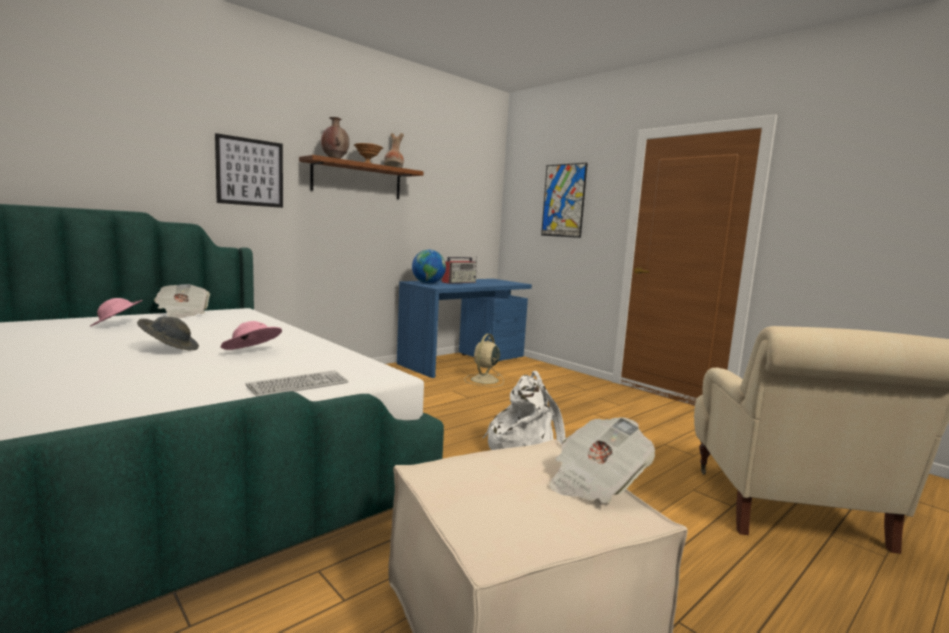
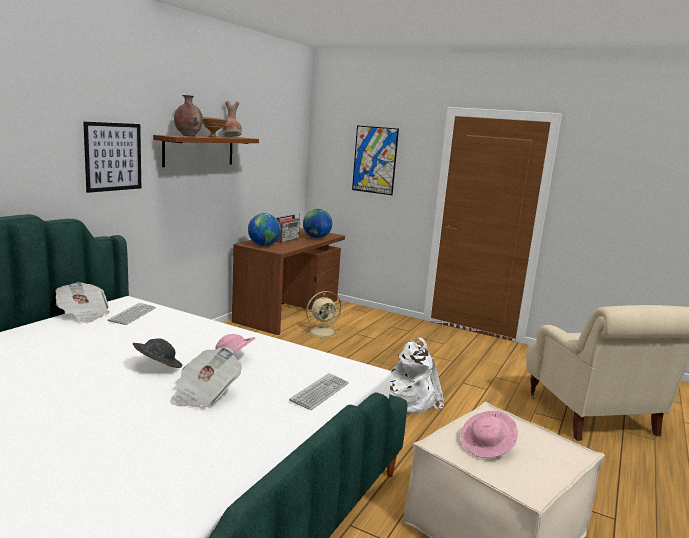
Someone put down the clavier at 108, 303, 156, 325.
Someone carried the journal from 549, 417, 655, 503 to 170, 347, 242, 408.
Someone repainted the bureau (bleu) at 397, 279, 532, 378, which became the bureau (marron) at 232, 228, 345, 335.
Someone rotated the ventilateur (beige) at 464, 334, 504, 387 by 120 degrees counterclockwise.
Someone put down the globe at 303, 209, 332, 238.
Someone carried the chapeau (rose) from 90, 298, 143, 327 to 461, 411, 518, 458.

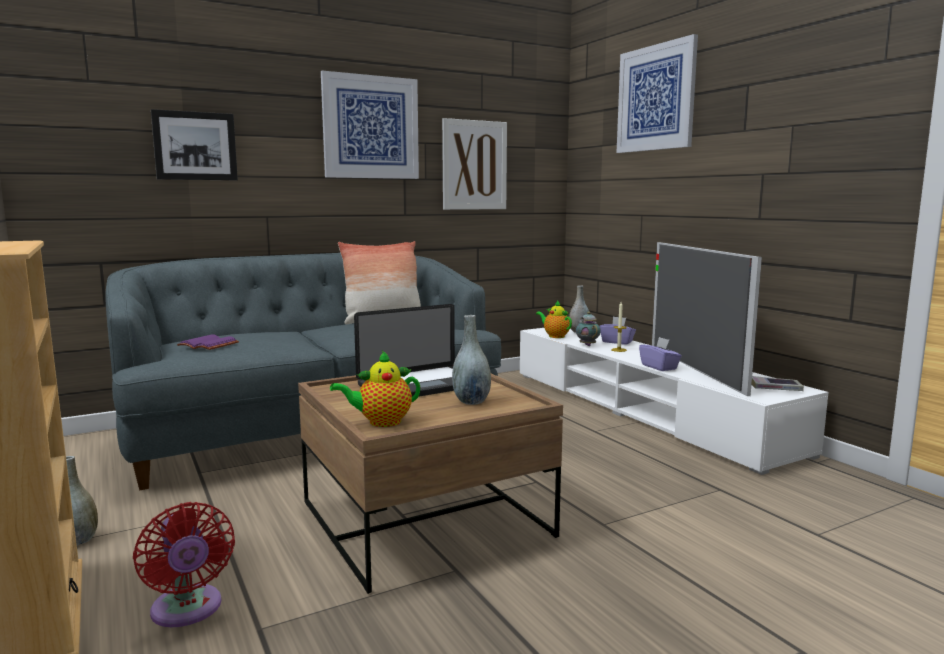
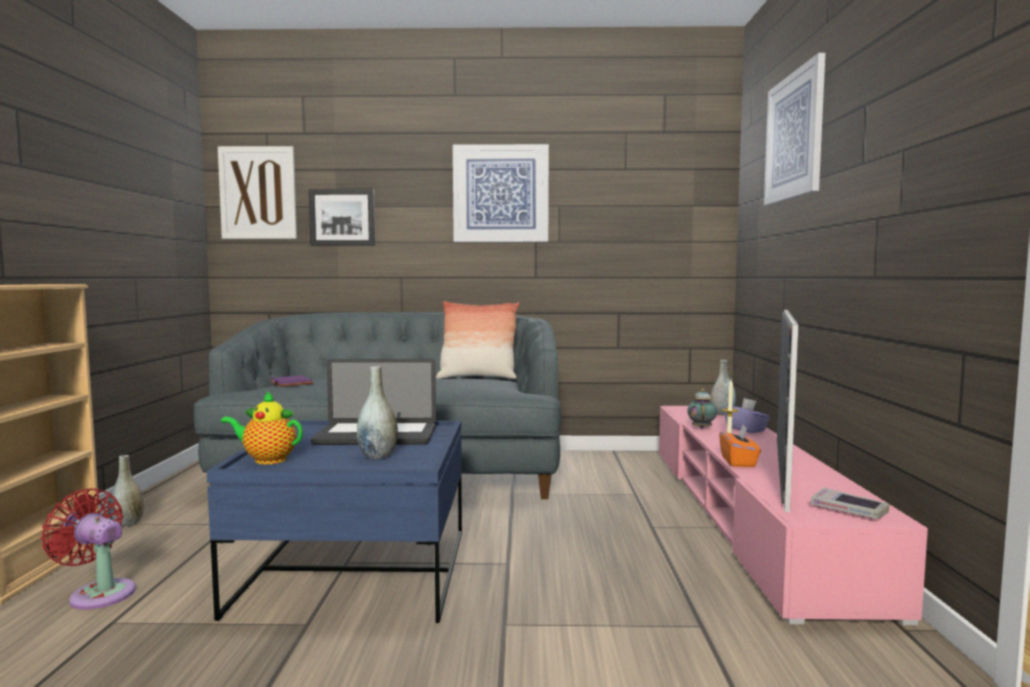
Someone rotated the ventilateur (rouge) at 133, 502, 235, 627 by 120 degrees clockwise.
Someone repainted the table basse (marron) at 298, 370, 563, 594, which became the table basse (bleu) at 207, 420, 462, 623.
Someone carried the tableau from 442, 118, 507, 210 to 218, 146, 297, 239.
Someone repainted the meuble télé (blanc) at 520, 328, 828, 475, which became the meuble télé (rose) at 659, 406, 928, 625.
Someone repainted the boîte à mouchoirs (violet) at 639, 337, 682, 371, which became the boîte à mouchoirs (orange) at 719, 425, 761, 467.
Someone took away the théière at 536, 300, 572, 338.

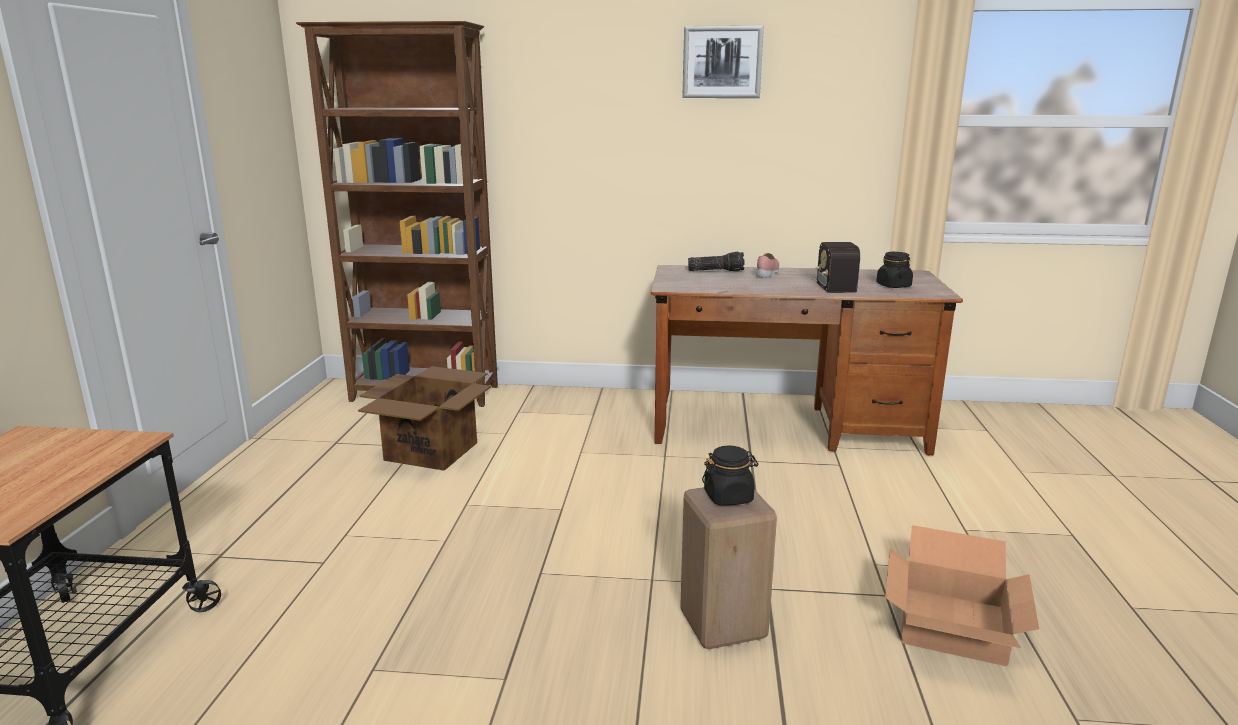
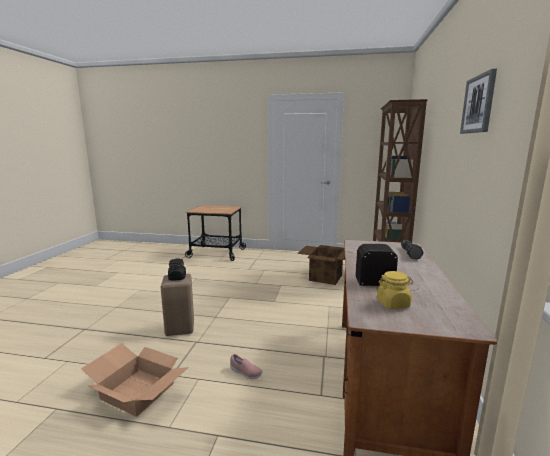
Someone carried the chaussure (rose) from 756, 253, 779, 278 to 230, 354, 263, 379.
Someone repainted the bocal (noir) at 876, 252, 913, 288, which became the bocal (jaune) at 377, 271, 413, 309.

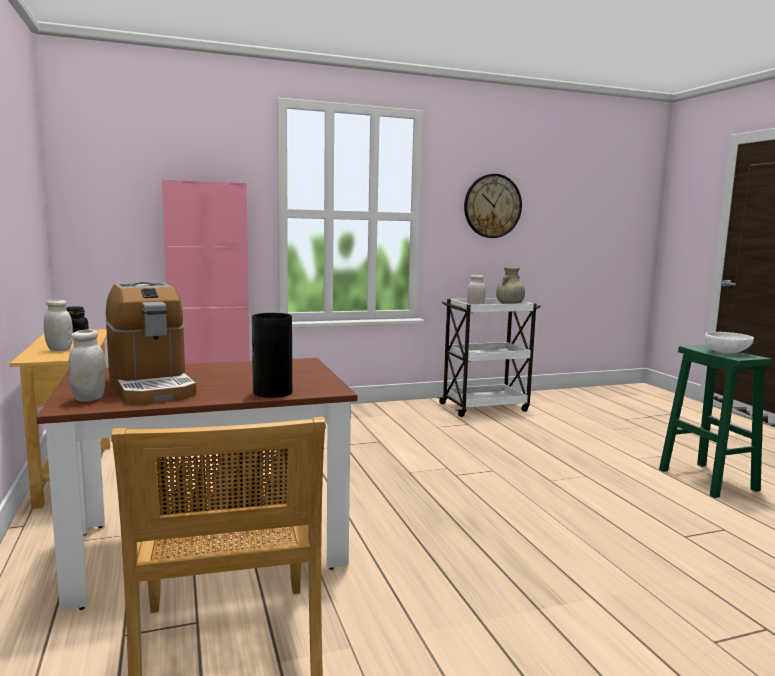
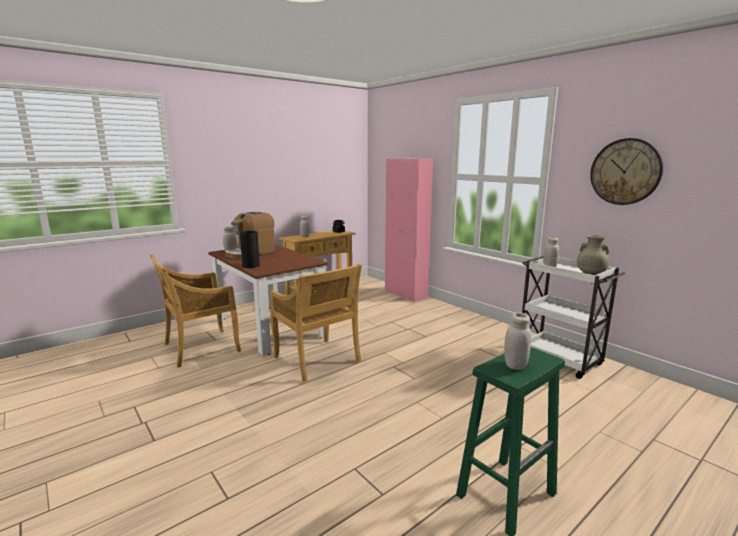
Someone put down the chaise (beige) at 270, 264, 362, 382.
Someone swapped the bol (blanc) at 705, 332, 754, 354 for the bocal (blanc) at 504, 313, 531, 370.

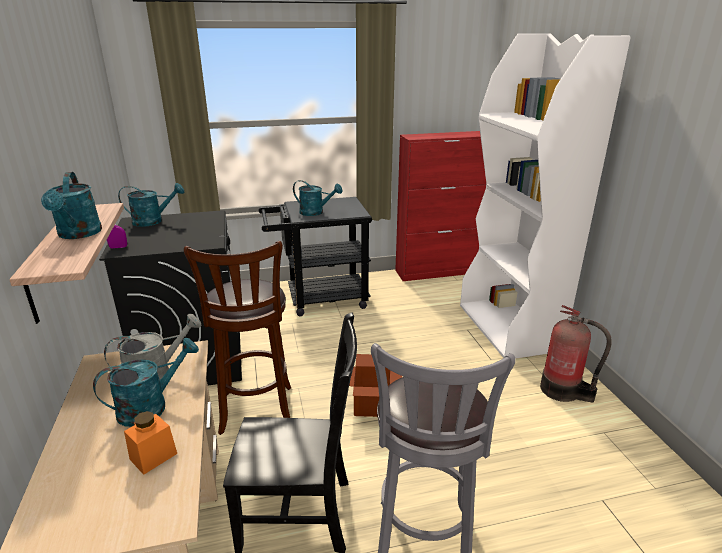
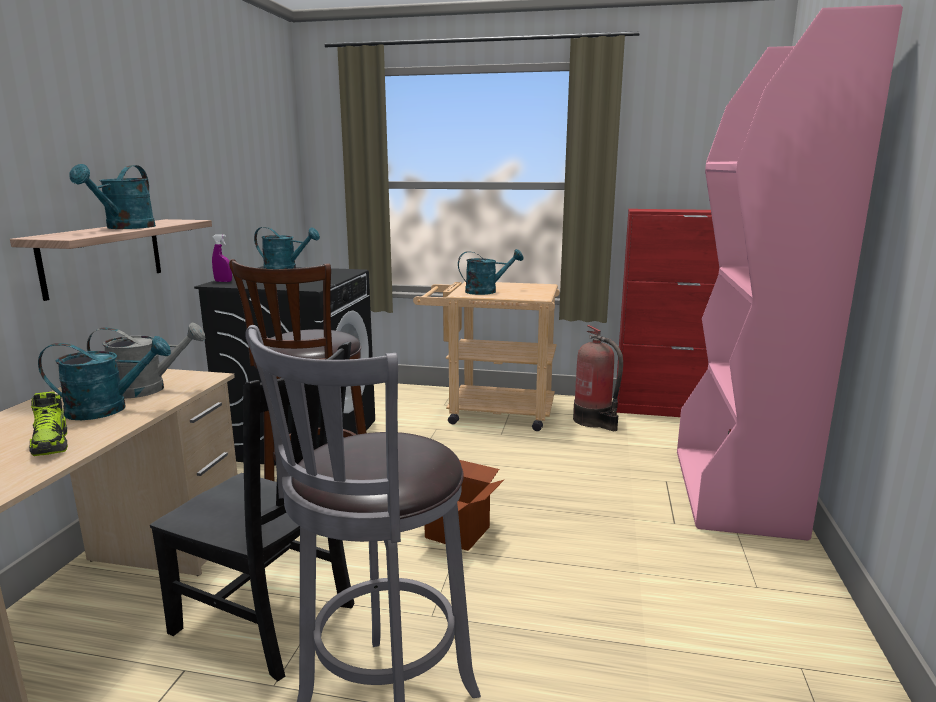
Someone swapped the bocal (orange) at 124, 411, 177, 475 for the chaussure at 29, 392, 68, 456.
Someone repainted the chariot (noir) at 259, 197, 372, 316, which became the chariot (beige) at 413, 282, 560, 431.
Someone rotated the arrosoir (turquoise) at 293, 180, 343, 216 by 60 degrees counterclockwise.
Someone carried the extincteur from 540, 305, 612, 402 to 573, 325, 623, 431.
Someone repainted the bibliothèque (blanc) at 460, 33, 631, 359, which became the bibliothèque (rose) at 677, 4, 903, 540.

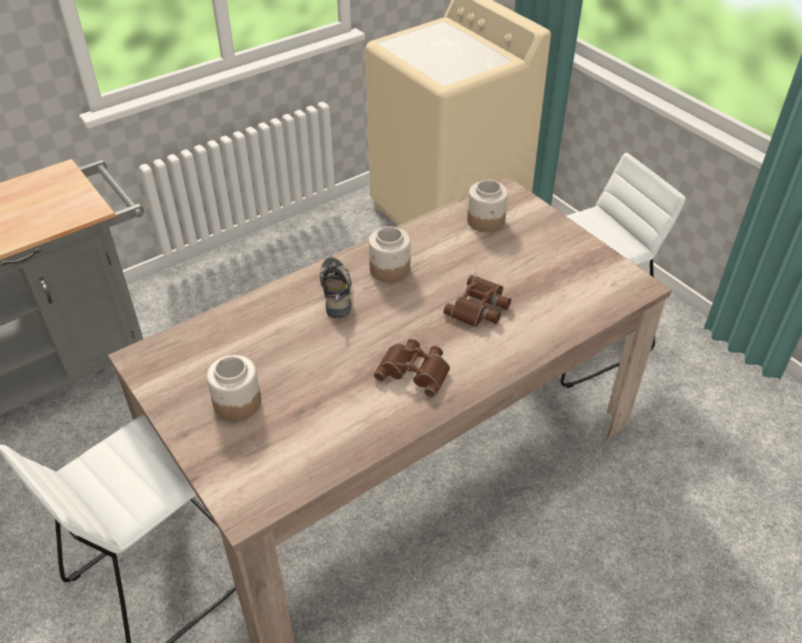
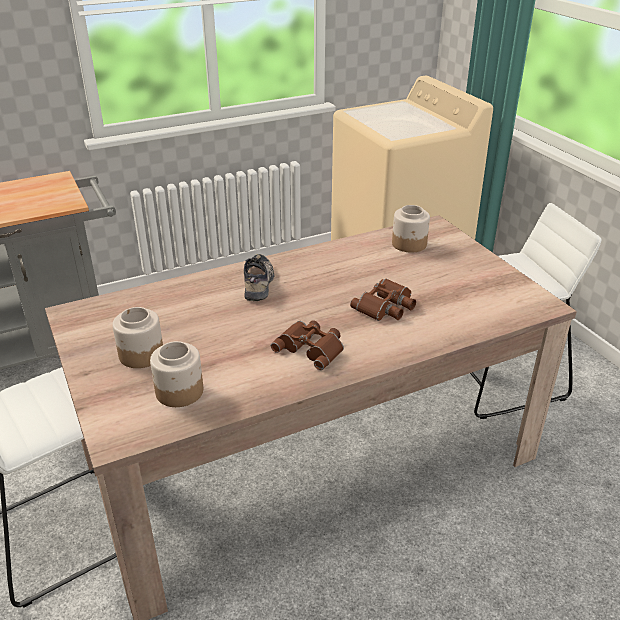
Someone carried the bocal from 369, 226, 411, 283 to 150, 341, 203, 407.

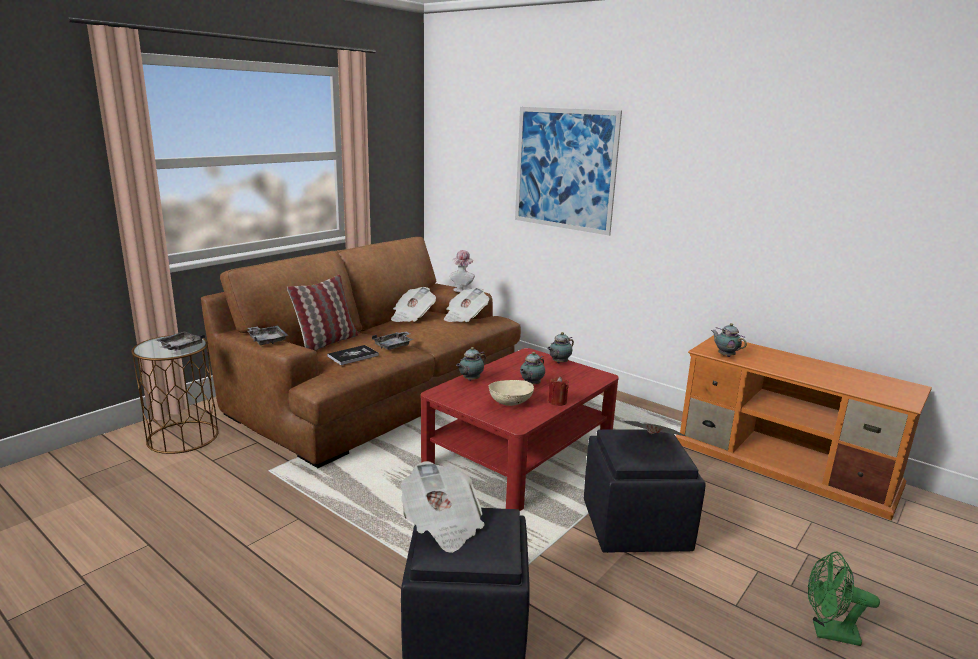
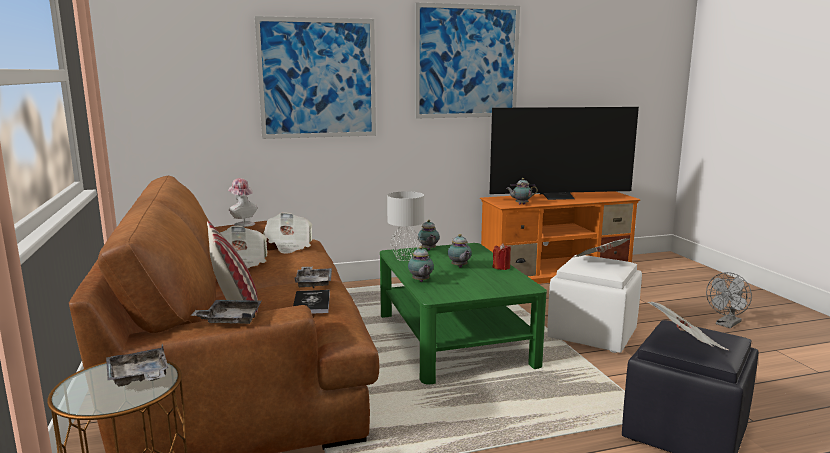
Someone repainted the table basse (rouge) at 421, 348, 619, 511, which became the table basse (vert) at 380, 243, 547, 384.
Someone put down the lampe de table (gris) at 387, 191, 424, 261.
Someone put up the tableau at 415, 2, 520, 119.
Someone put down the téléviseur at 490, 107, 639, 200.
Someone repainted the pouf (noir) at 584, 429, 706, 553, which became the pouf (blanc) at 547, 255, 642, 353.
Someone repainted the ventilateur (vert) at 808, 552, 880, 646, which became the ventilateur (gris) at 706, 272, 752, 328.
Someone took away the bol (beige) at 489, 380, 534, 406.

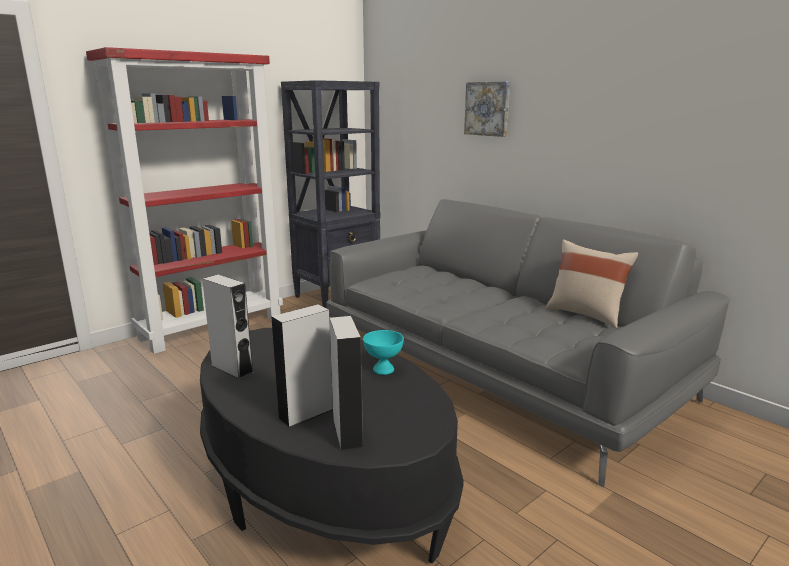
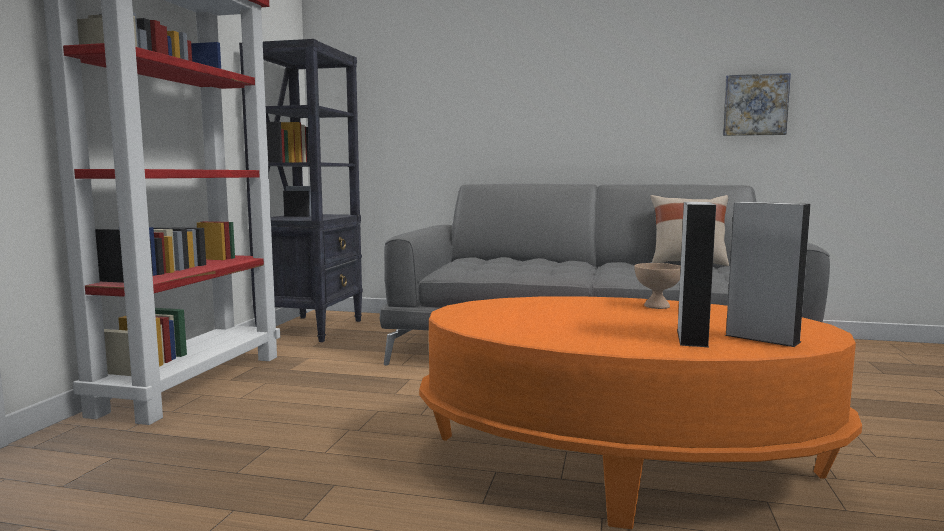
Someone repainted the table basse (noir) at 200, 328, 464, 563, which became the table basse (orange) at 419, 296, 862, 529.
Someone repainted the bol (turquoise) at 363, 330, 404, 375, which became the bol (beige) at 634, 263, 681, 309.
Someone carried the tableau from 464, 82, 510, 137 to 723, 73, 791, 136.
Someone took away the enceinte (gris) at 202, 274, 254, 379.

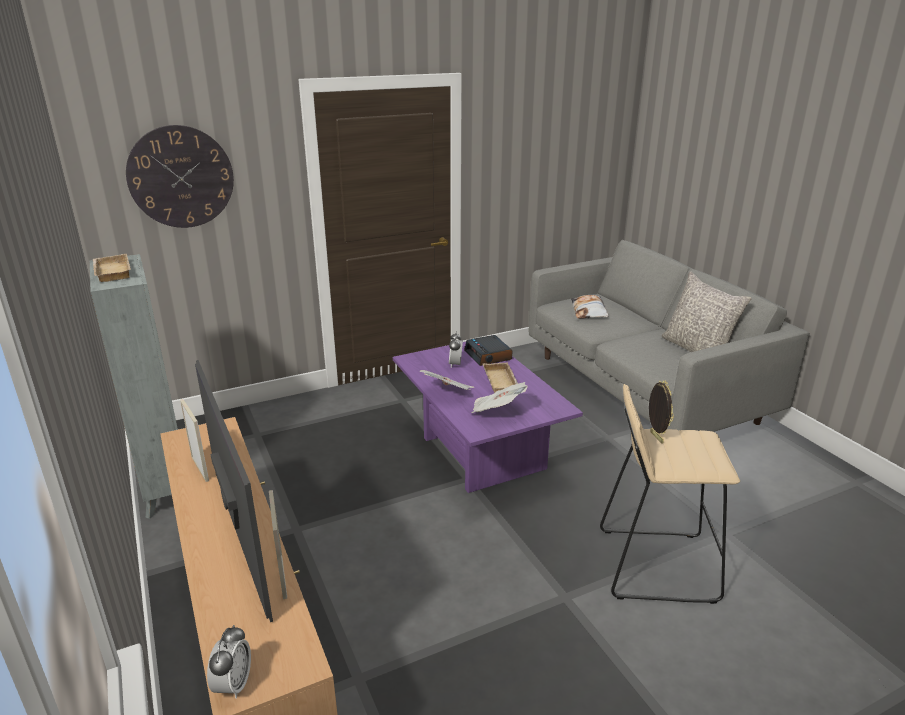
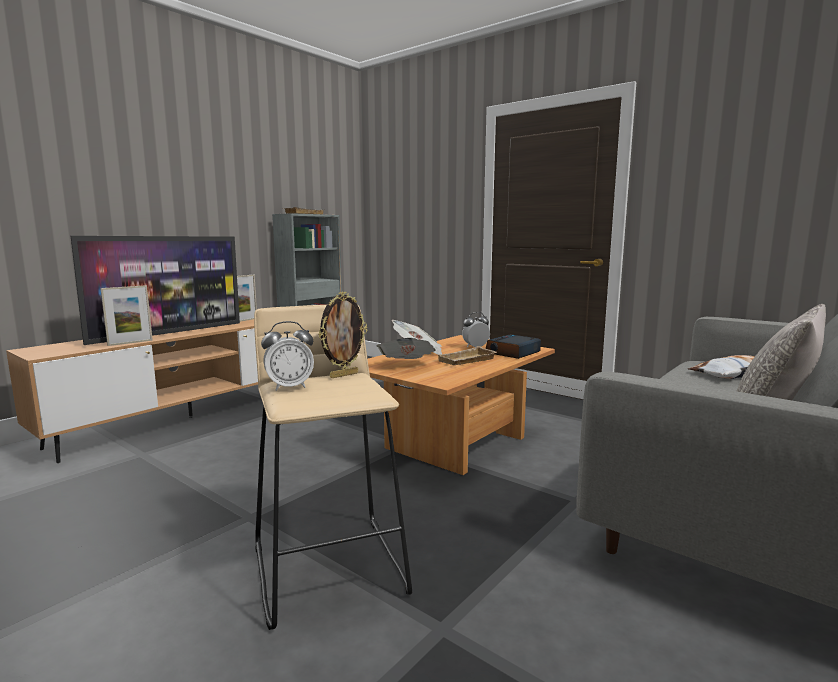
Someone carried the réveil from 207, 625, 251, 699 to 261, 321, 314, 391.
Someone repainted the table basse (violet) at 393, 342, 583, 493, which became the table basse (marron) at 368, 335, 555, 475.
Someone took away the horloge murale at 126, 125, 234, 228.

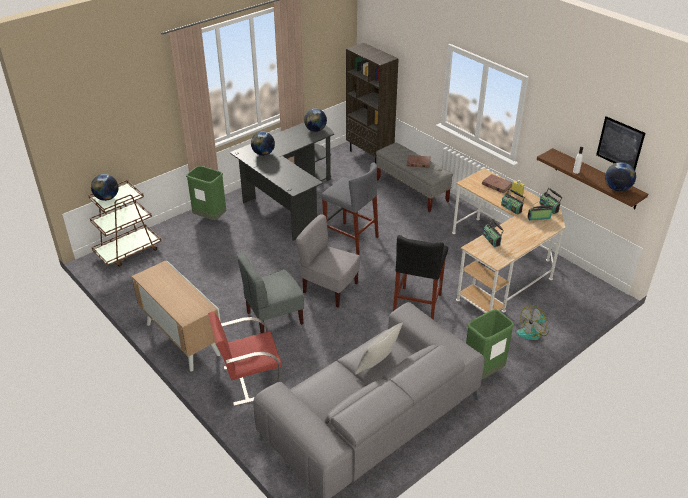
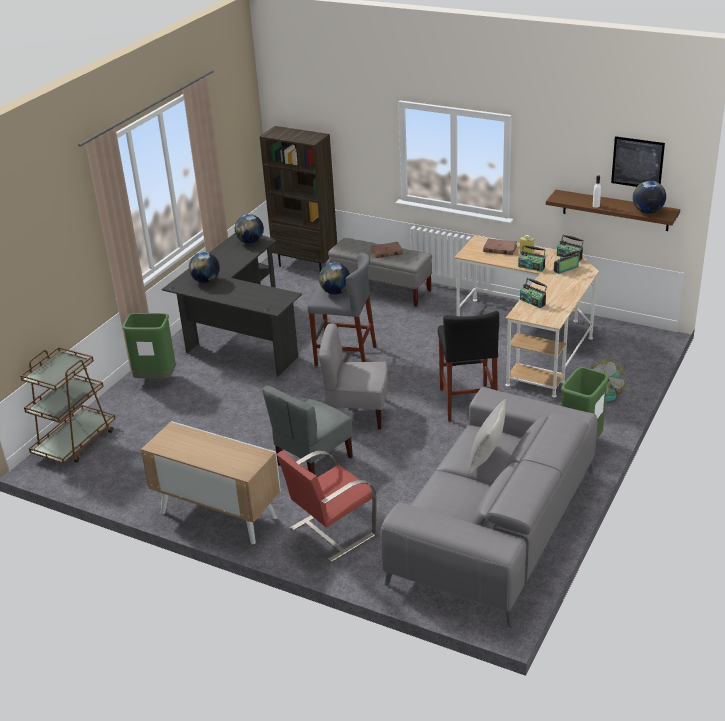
Someone carried the globe from 91, 174, 119, 201 to 319, 263, 350, 295.

